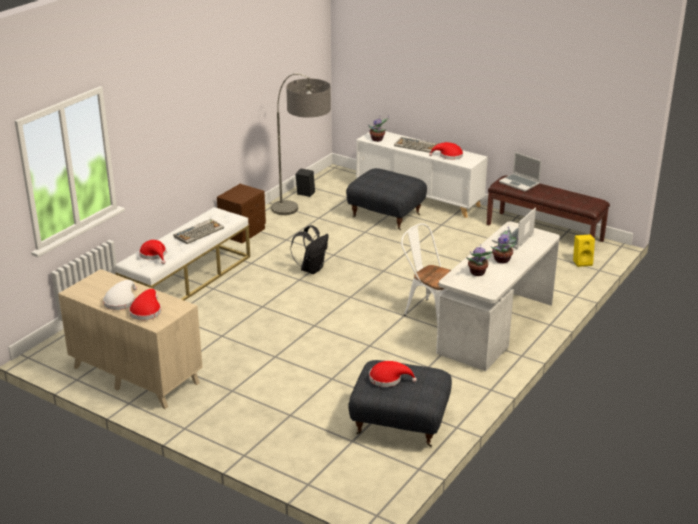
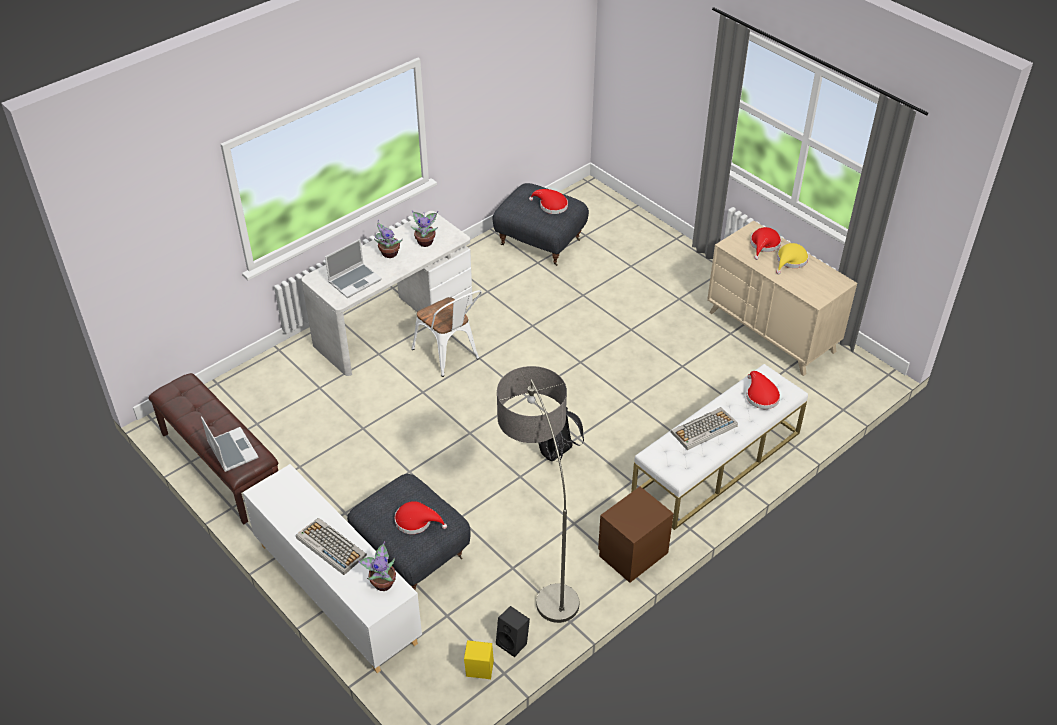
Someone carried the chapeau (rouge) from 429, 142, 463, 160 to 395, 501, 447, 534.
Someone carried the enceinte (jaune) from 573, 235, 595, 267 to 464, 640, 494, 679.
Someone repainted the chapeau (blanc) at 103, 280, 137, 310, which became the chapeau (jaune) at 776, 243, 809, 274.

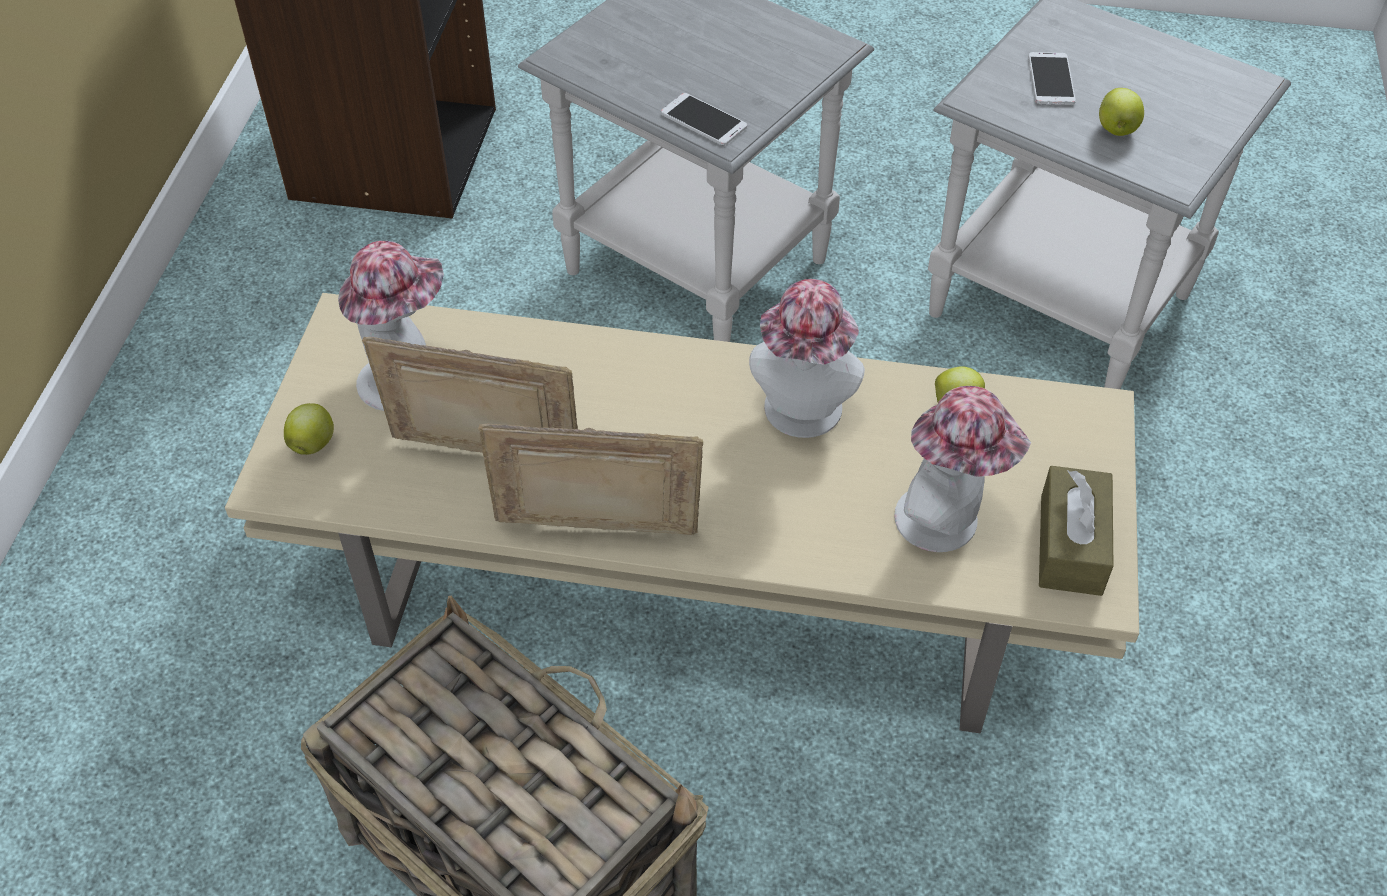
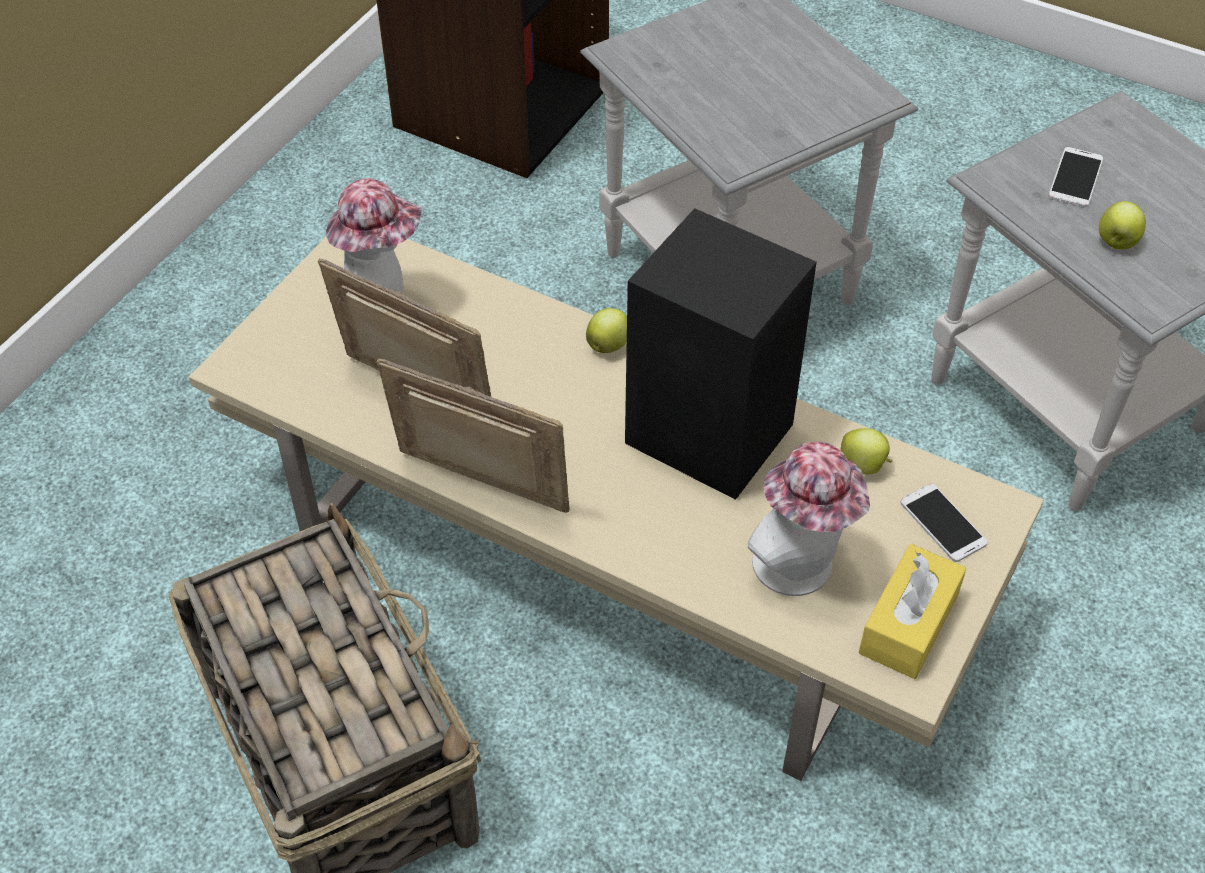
Someone carried the pomme from 284, 403, 334, 455 to 586, 308, 627, 353.
Someone swapped the chapeau at 749, 279, 865, 438 for the enceinte (noir) at 625, 208, 817, 500.
Someone repainted the boîte à mouchoirs (marron) at 1039, 466, 1113, 596, which became the boîte à mouchoirs (jaune) at 859, 544, 966, 679.
Someone carried the téléphone from 661, 93, 747, 146 to 900, 484, 988, 562.

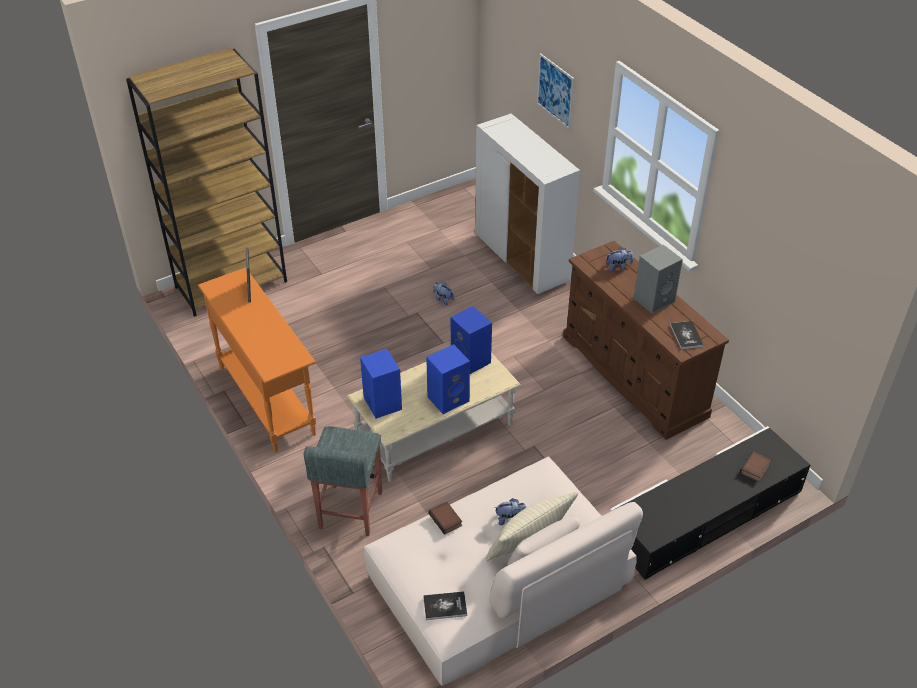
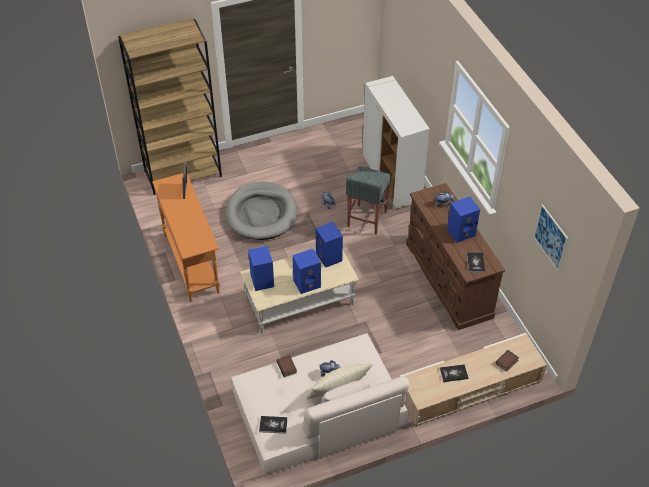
Someone put down the panier pour chien (gris) at 226, 182, 297, 240.
Someone carried the tabouret (gris) from 304, 427, 382, 536 to 346, 167, 391, 235.
Someone repainted the meuble télé (noir) at 610, 426, 810, 580, which became the meuble télé (beige) at 400, 333, 547, 426.
Someone put down the livre at 440, 364, 469, 382.
Someone repainted the enceinte (gris) at 633, 245, 683, 313, which became the enceinte (bleu) at 447, 197, 480, 243.
Someone carried the tableau from 537, 53, 575, 129 to 533, 204, 569, 271.

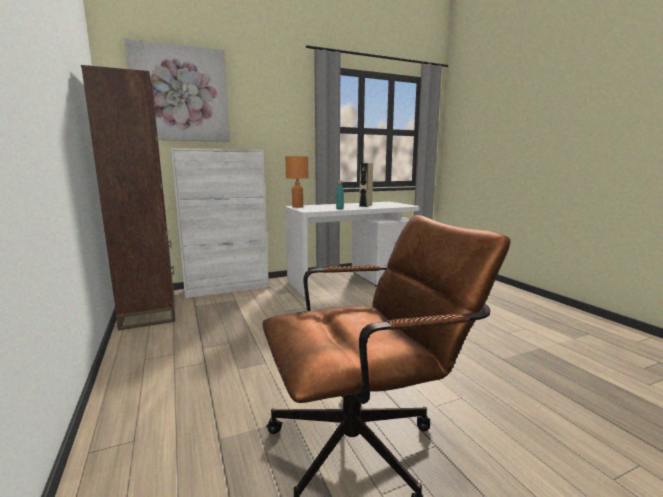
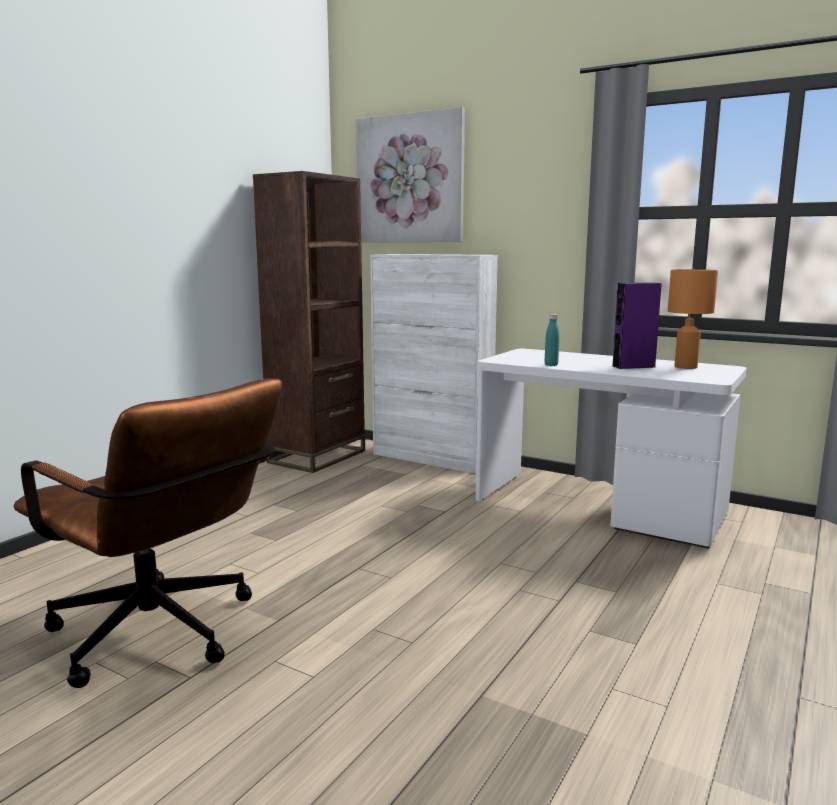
Someone repainted the enceinte (beige) at 359, 163, 373, 207, which became the enceinte (violet) at 612, 282, 662, 369.
Someone carried the lampe de table (orange) from 285, 156, 308, 208 to 668, 269, 718, 369.

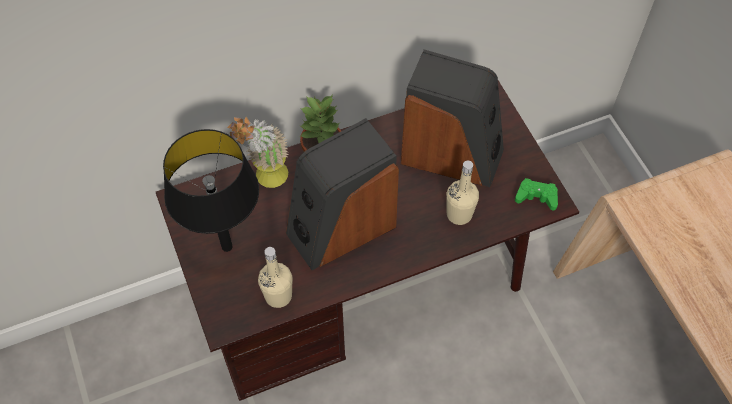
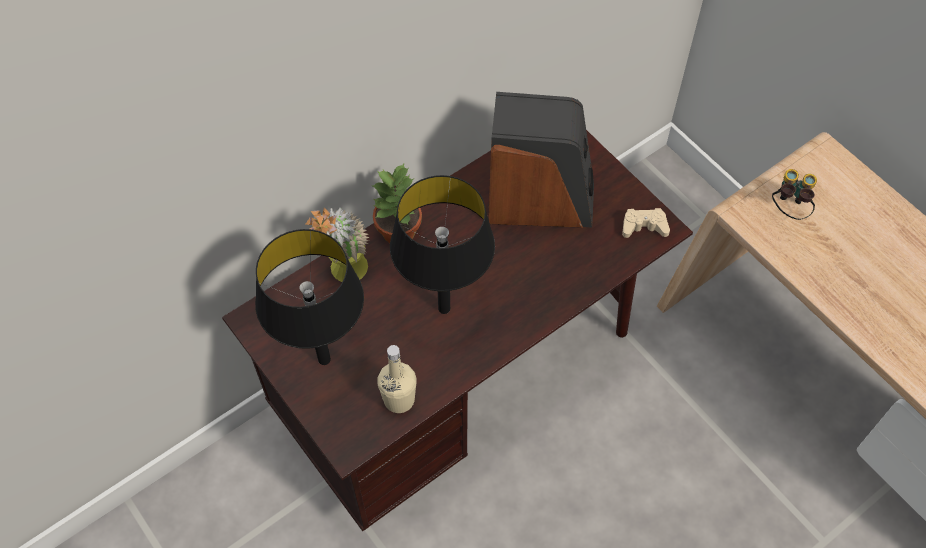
Someone swapped the enceinte at 286, 118, 399, 270 for the lampe de table (noir) at 390, 175, 495, 314.
Someone repainted the manette (vert) at 515, 178, 558, 210, which became the manette (beige) at 622, 208, 670, 238.
Someone put down the jumelles at 772, 169, 817, 220.
Someone took away the bouteille (beige) at 446, 161, 479, 225.

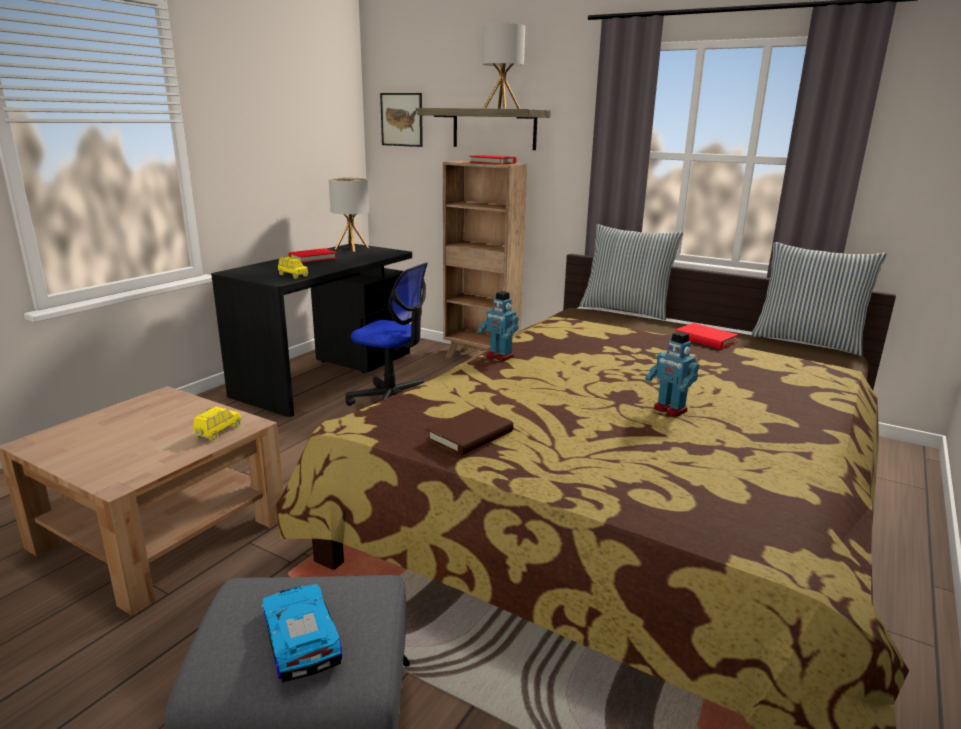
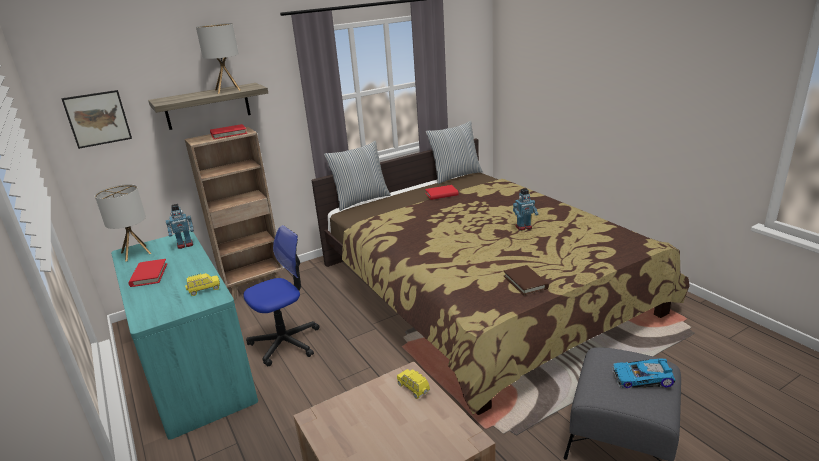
Someone repainted the bureau (noir) at 211, 243, 412, 417, which became the bureau (turquoise) at 111, 230, 258, 440.
Someone carried the robot jouet from 478, 291, 519, 361 to 166, 204, 194, 249.

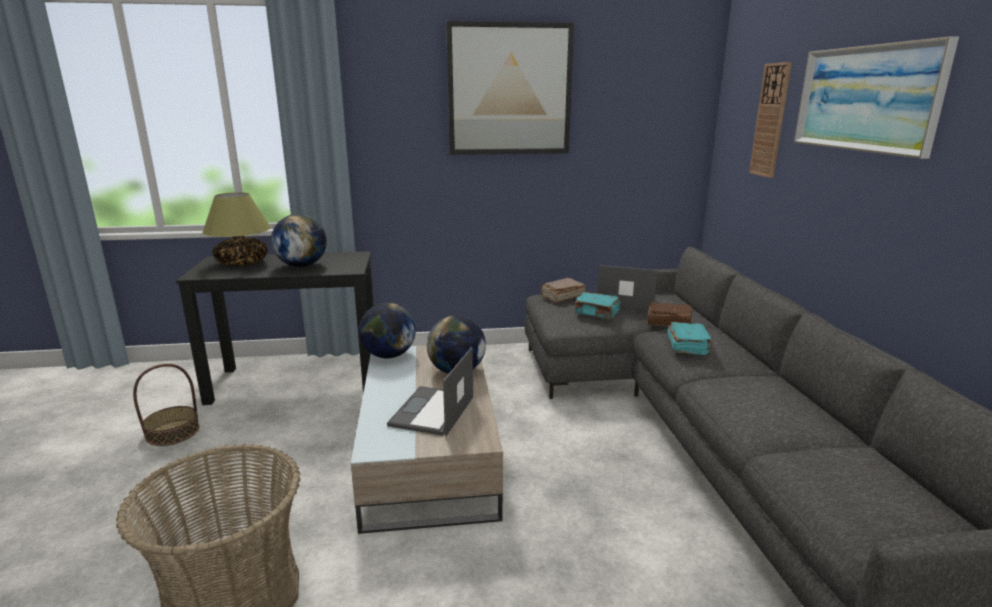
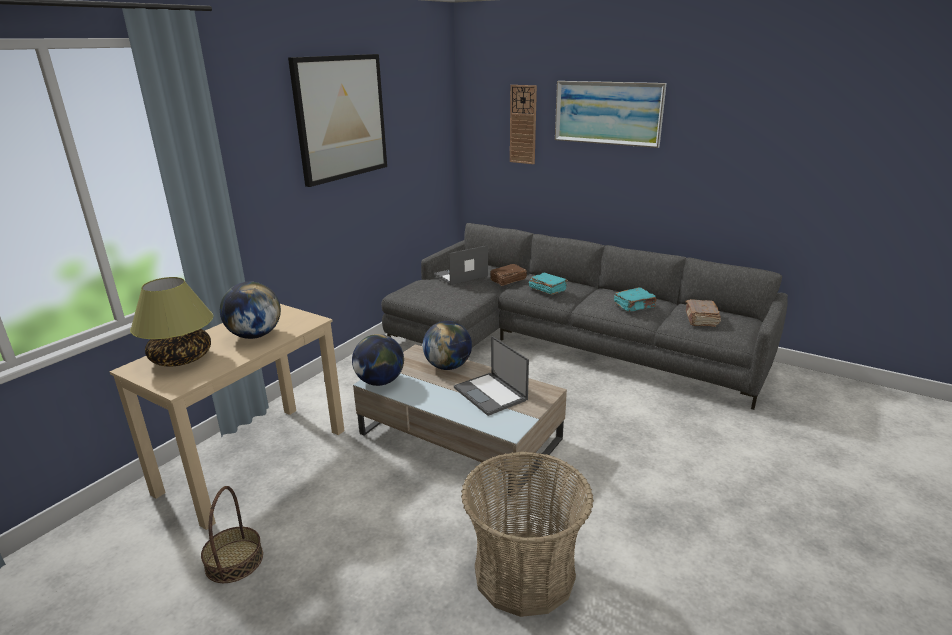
Someone repainted the bureau (noir) at 176, 251, 374, 405, which became the bureau (beige) at 109, 304, 345, 530.
Someone carried the livre (turquoise) from 574, 292, 621, 320 to 614, 287, 657, 312.
Someone carried the livre (marron) from 541, 278, 586, 303 to 685, 299, 721, 327.

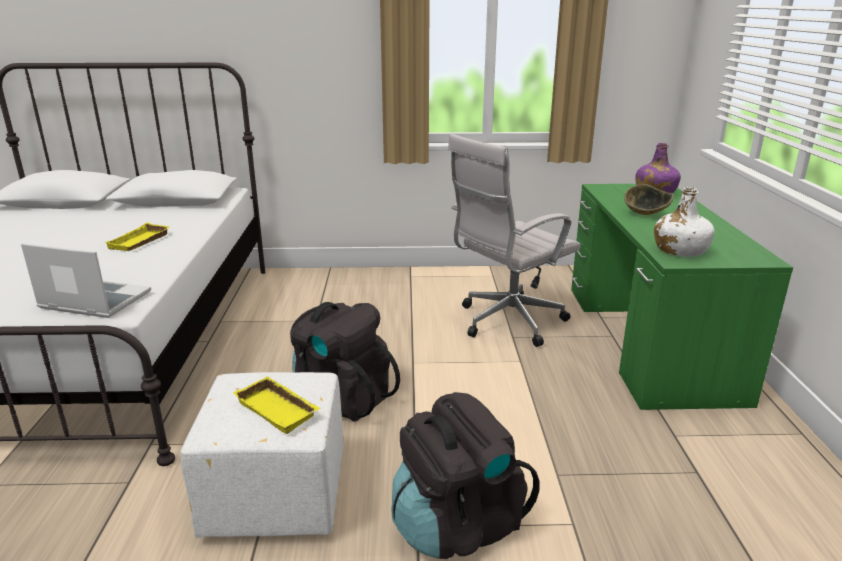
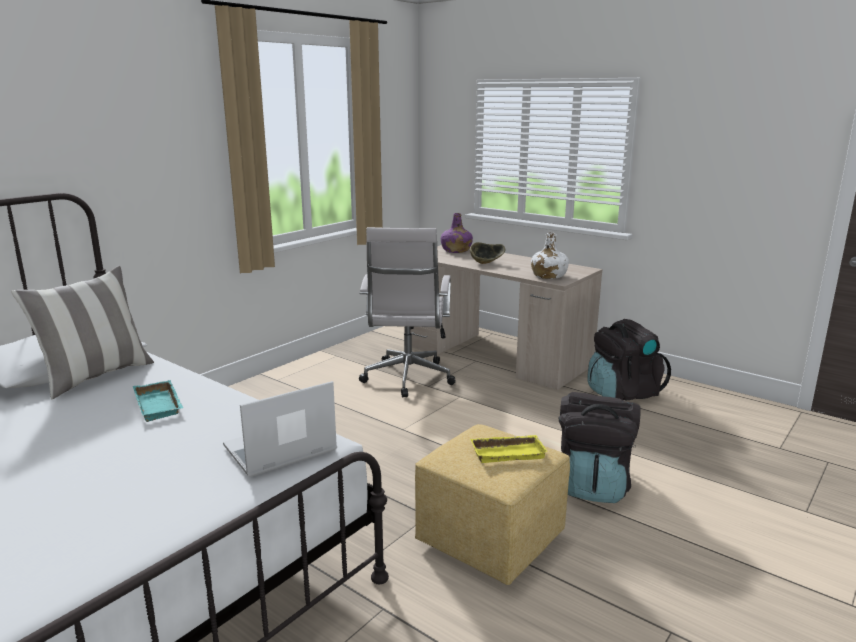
Someone put down the coussin at 11, 265, 154, 399.
Someone repainted the plateau (jaune) at 104, 223, 170, 251, which became the plateau (turquoise) at 133, 380, 183, 422.
Someone repainted the bureau (vert) at 571, 184, 793, 410, which became the bureau (beige) at 404, 245, 603, 390.
Someone repainted the pouf (blanc) at 180, 372, 344, 538, which became the pouf (jaune) at 415, 424, 570, 585.
Someone carried the sac à dos (noir) from 290, 302, 400, 421 to 587, 319, 671, 401.

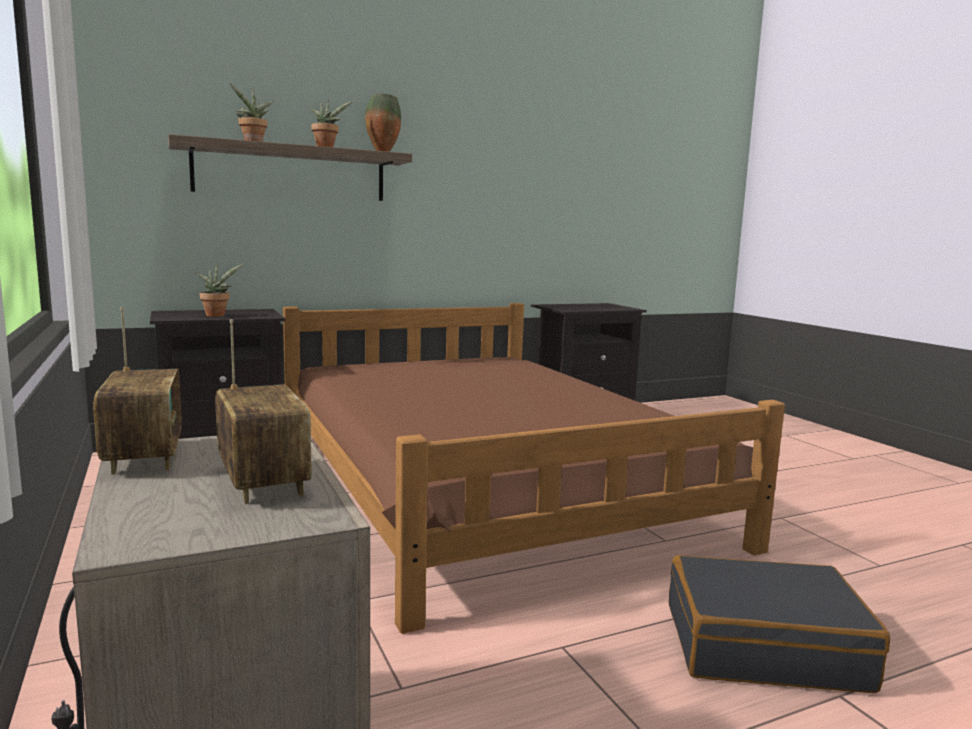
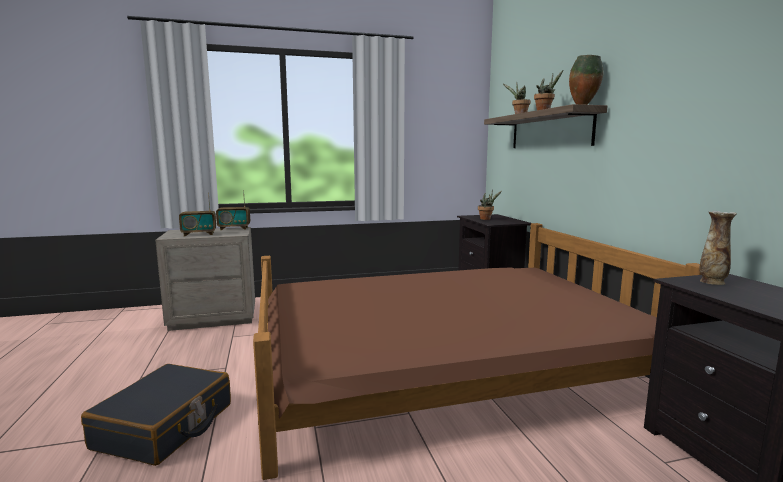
Someone put down the vase at 699, 211, 737, 285.

